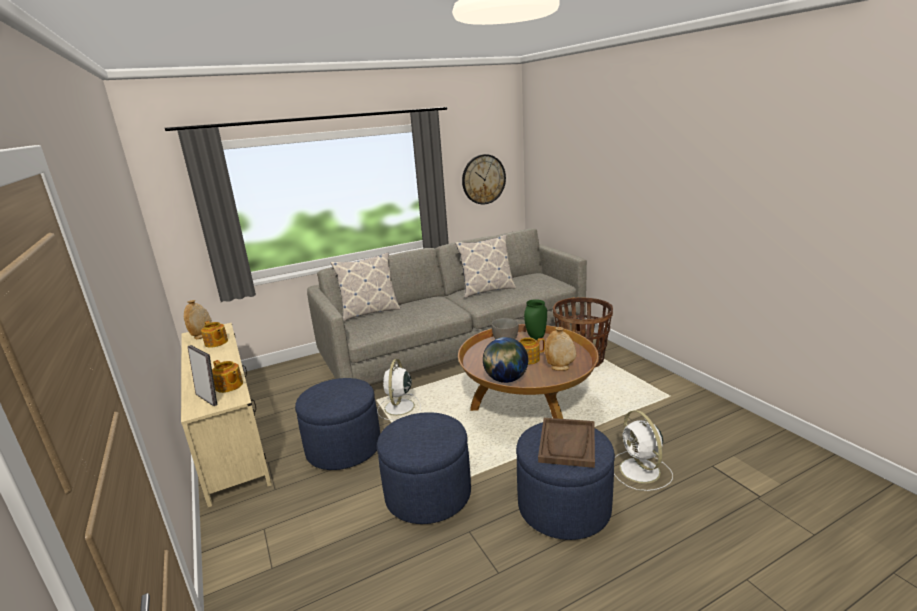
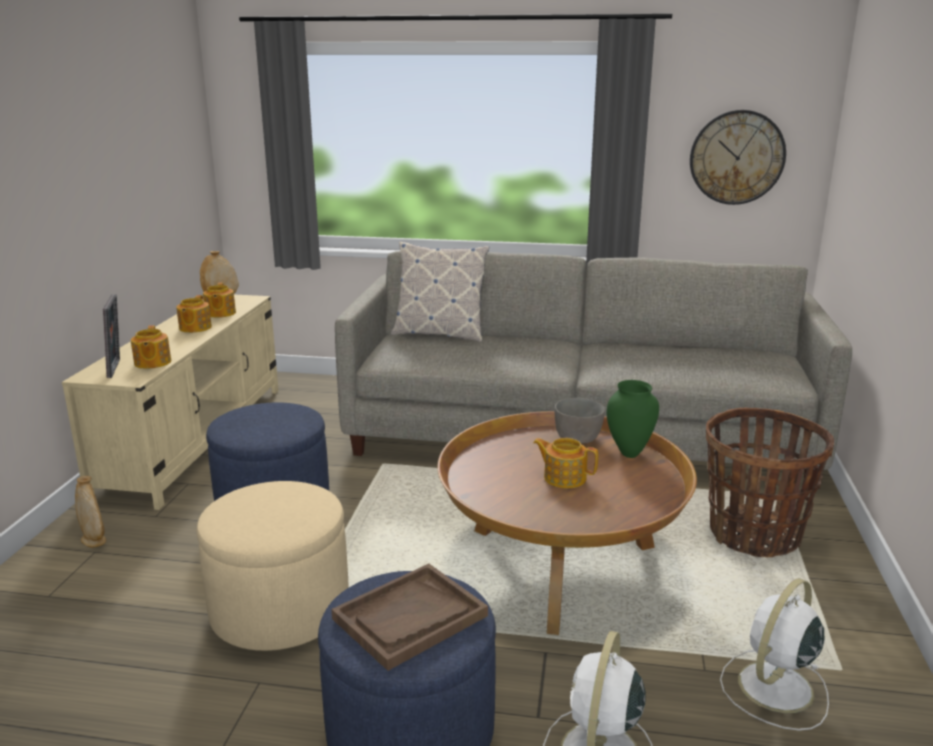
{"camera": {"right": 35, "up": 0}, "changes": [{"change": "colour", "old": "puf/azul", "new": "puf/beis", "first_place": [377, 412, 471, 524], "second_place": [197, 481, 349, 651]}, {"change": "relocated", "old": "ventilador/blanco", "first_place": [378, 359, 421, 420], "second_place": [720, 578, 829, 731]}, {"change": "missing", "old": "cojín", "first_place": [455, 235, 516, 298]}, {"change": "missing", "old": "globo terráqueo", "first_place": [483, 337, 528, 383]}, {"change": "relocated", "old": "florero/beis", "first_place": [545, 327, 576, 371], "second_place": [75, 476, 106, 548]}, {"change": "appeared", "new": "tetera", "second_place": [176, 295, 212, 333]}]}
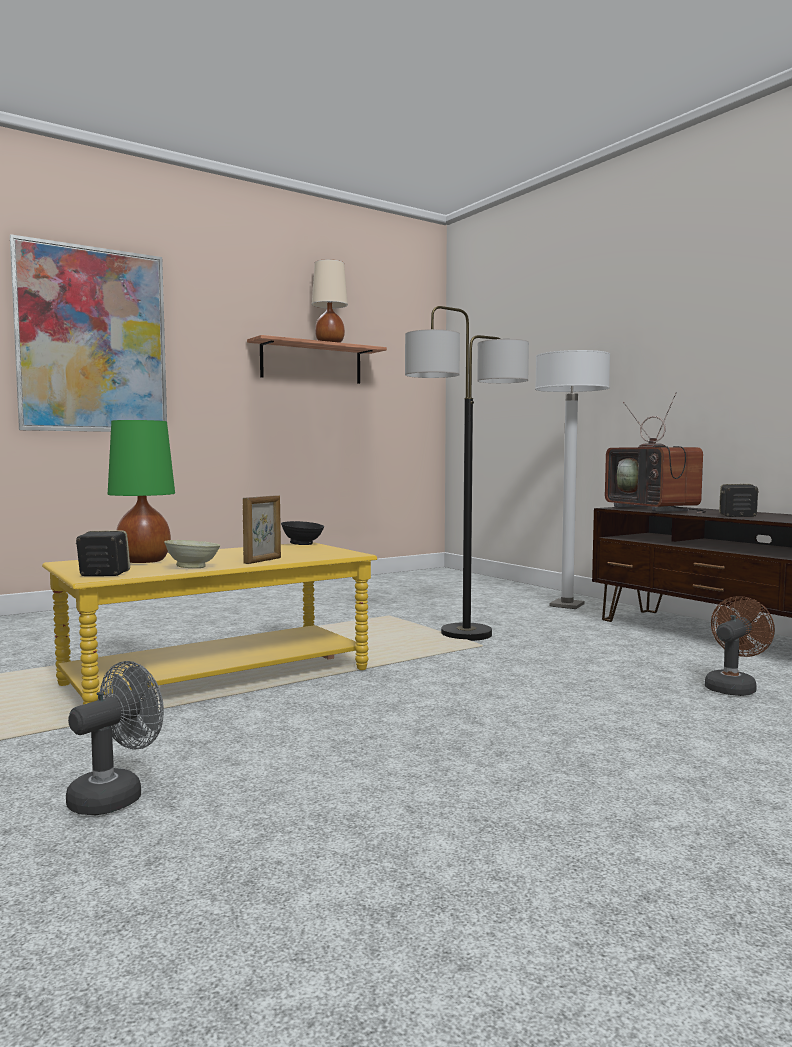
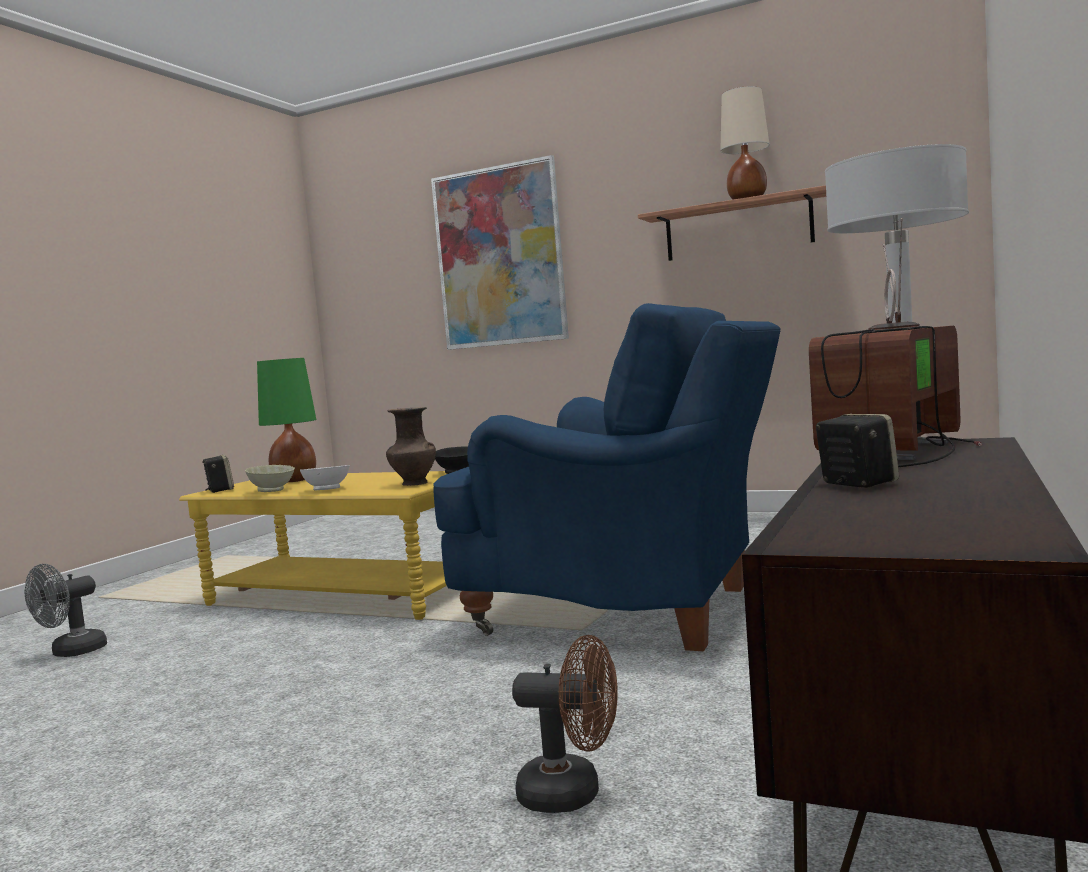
{"camera": {"right": 60, "up": 0}, "changes": [{"change": "spun", "old": "ventilador/gris", "first_place": [66, 661, 164, 815], "second_place": [25, 564, 107, 657], "degrees": 120}, {"change": "exchanged", "old": "portarretratos", "new": "cuenco/blanco", "first_place": [243, 495, 281, 564], "second_place": [300, 465, 350, 491]}, {"change": "exchanged", "old": "lámpara de pie", "new": "sillón/azul", "first_place": [405, 306, 529, 641], "second_place": [433, 303, 781, 651]}, {"change": "appeared", "new": "florero/marrón", "second_place": [386, 407, 436, 486]}]}
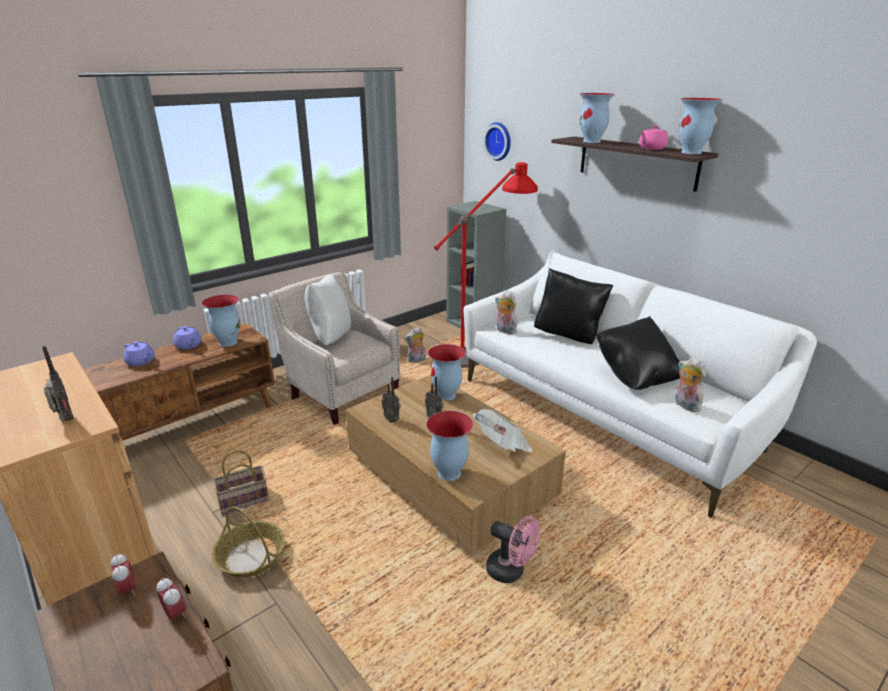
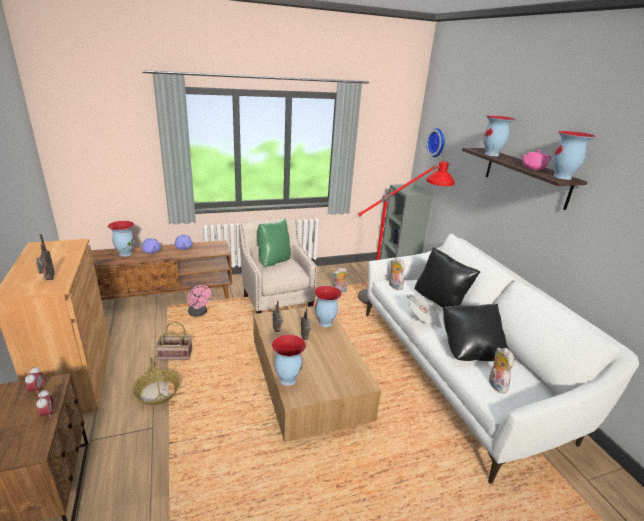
{"camera": {"right": 20, "up": 0}, "changes": [{"change": "relocated", "old": "florero", "first_place": [202, 294, 240, 347], "second_place": [108, 221, 135, 257]}, {"change": "colour", "old": "cojín/blanco", "new": "cojín/verde", "first_place": [305, 274, 351, 345], "second_place": [257, 219, 291, 267]}, {"change": "relocated", "old": "periódico", "first_place": [473, 409, 533, 452], "second_place": [407, 294, 442, 328]}, {"change": "relocated", "old": "ventilador/rosa", "first_place": [486, 516, 540, 583], "second_place": [187, 285, 212, 317]}]}
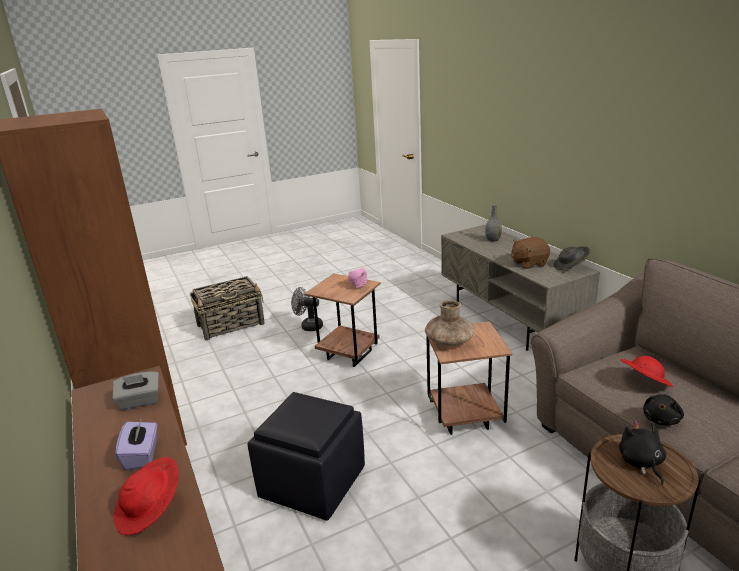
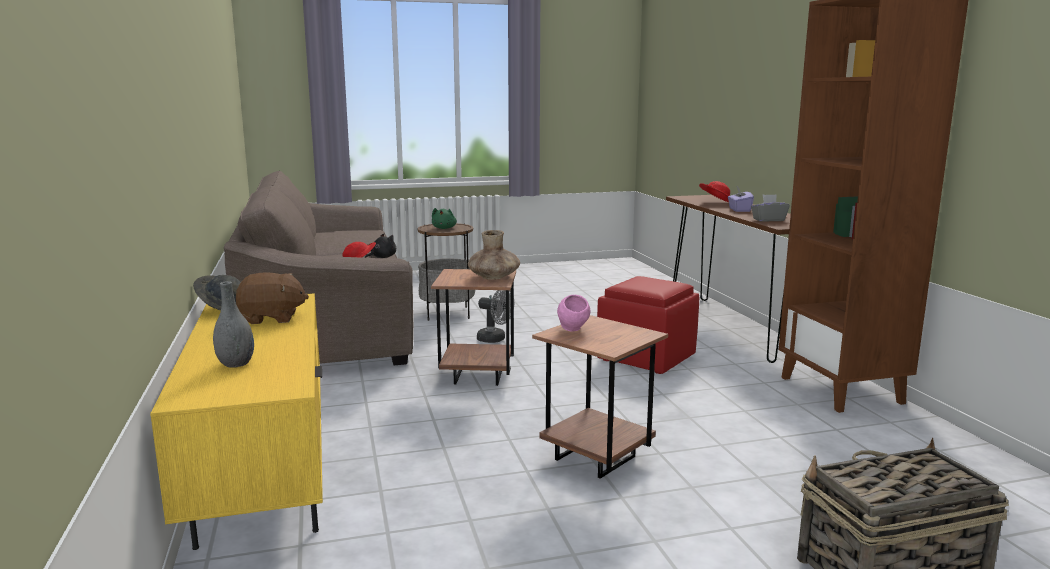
{"camera": {"right": -170, "up": -10}, "changes": [{"change": "colour", "old": "puf/negro", "new": "puf/rojo", "first_place": [248, 392, 365, 521], "second_place": [597, 276, 699, 374]}, {"change": "relocated", "old": "ventilador/gris", "first_place": [291, 287, 323, 331], "second_place": [477, 290, 511, 343]}, {"change": "colour", "old": "mueble de televisión/gris", "new": "mueble de televisión/amarillo", "first_place": [441, 225, 600, 351], "second_place": [150, 293, 323, 550]}, {"change": "colour", "old": "peluche/negro", "new": "peluche/verde", "first_place": [619, 421, 666, 485], "second_place": [432, 208, 457, 229]}]}
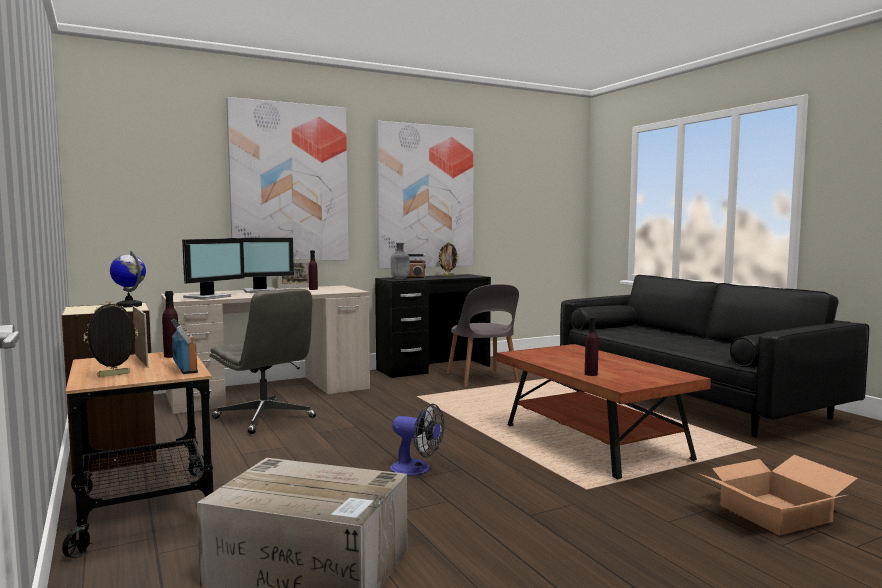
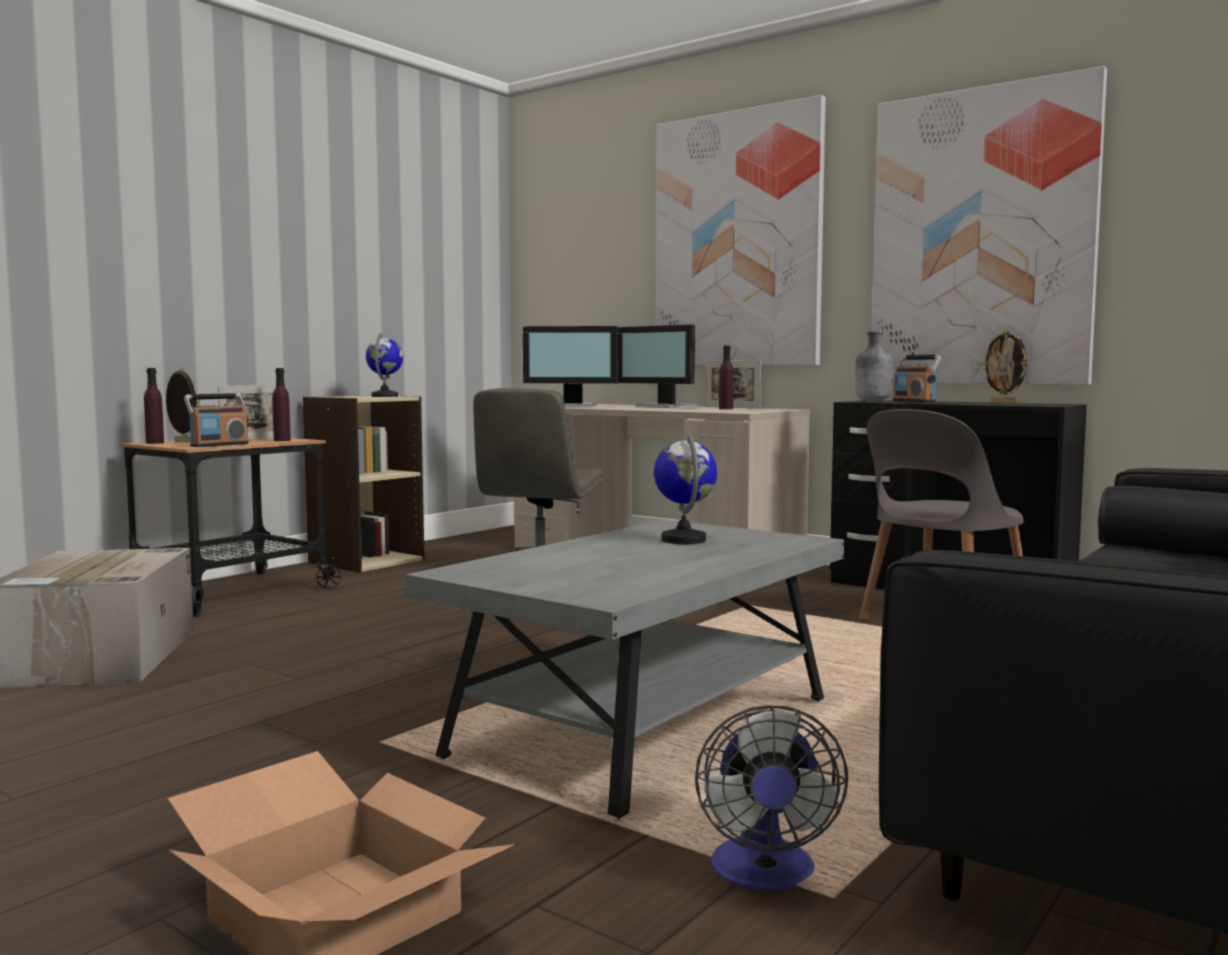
{"camera": {"right": 65, "up": 0}, "changes": [{"change": "relocated", "old": "ventilador", "first_place": [390, 404, 444, 476], "second_place": [695, 705, 848, 891]}, {"change": "colour", "old": "mesa de centro/marrón", "new": "mesa de centro/gris", "first_place": [497, 344, 711, 480], "second_place": [405, 520, 844, 821]}, {"change": "relocated", "old": "botella/morado", "first_place": [585, 317, 599, 376], "second_place": [144, 368, 164, 444]}, {"change": "appeared", "new": "globo terráqueo", "second_place": [654, 433, 717, 544]}]}
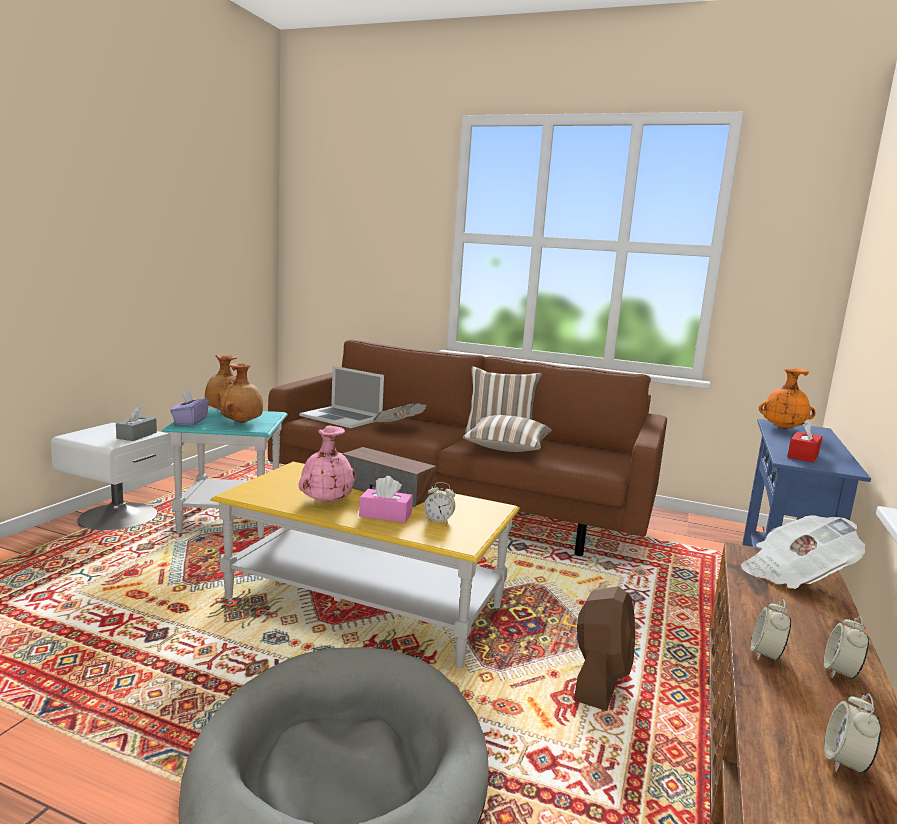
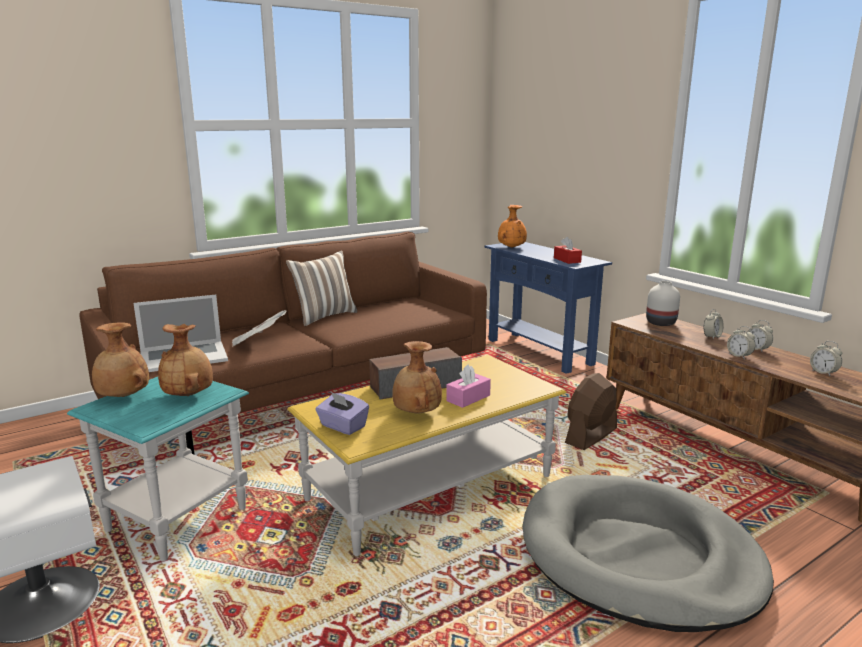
{"camera": {"right": -55, "up": 5}, "changes": [{"change": "missing", "old": "caja de pañuelos/gris", "first_place": [116, 406, 157, 441]}, {"change": "relocated", "old": "caja de pañuelos/morado", "first_place": [170, 391, 209, 426], "second_place": [315, 392, 369, 435]}, {"change": "colour", "old": "florero/rosa", "new": "florero/marrón", "first_place": [299, 426, 356, 502], "second_place": [392, 341, 442, 414]}, {"change": "relocated", "old": "despertador", "first_place": [424, 482, 455, 524], "second_place": [704, 309, 724, 339]}, {"change": "missing", "old": "cojín", "first_place": [463, 415, 552, 452]}, {"change": "spun", "old": "ventilador/marrón", "first_place": [574, 586, 635, 711], "second_place": [565, 373, 617, 450], "degrees": -105}, {"change": "exchanged", "old": "periódico", "new": "florero/blanco", "first_place": [741, 515, 866, 589], "second_place": [646, 281, 680, 326]}]}
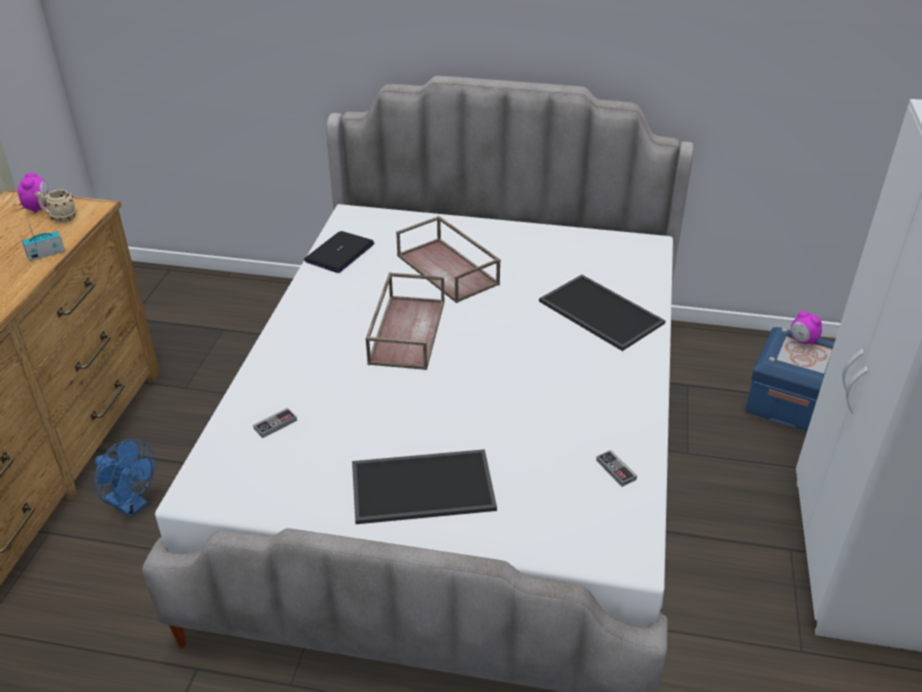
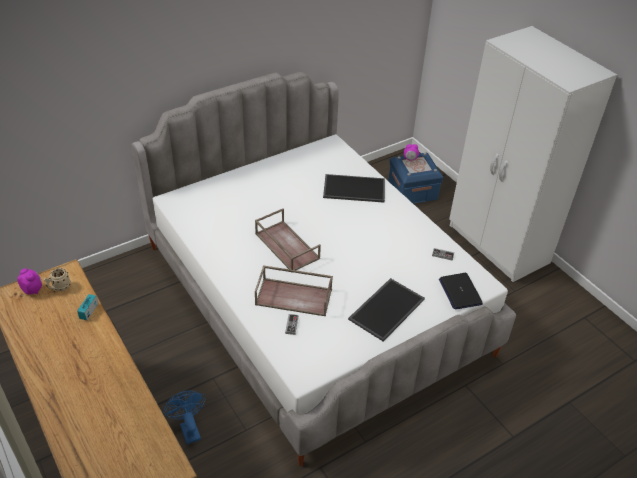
{"camera": {"right": -45, "up": 5}, "changes": [{"change": "spun", "old": "ventilador/azul", "first_place": [94, 439, 155, 518], "second_place": [163, 391, 206, 444], "degrees": -105}, {"change": "relocated", "old": "portátil", "first_place": [304, 231, 375, 273], "second_place": [439, 273, 483, 310]}, {"change": "relocated", "old": "bandeja/marrón", "first_place": [396, 216, 501, 303], "second_place": [255, 265, 333, 316]}]}
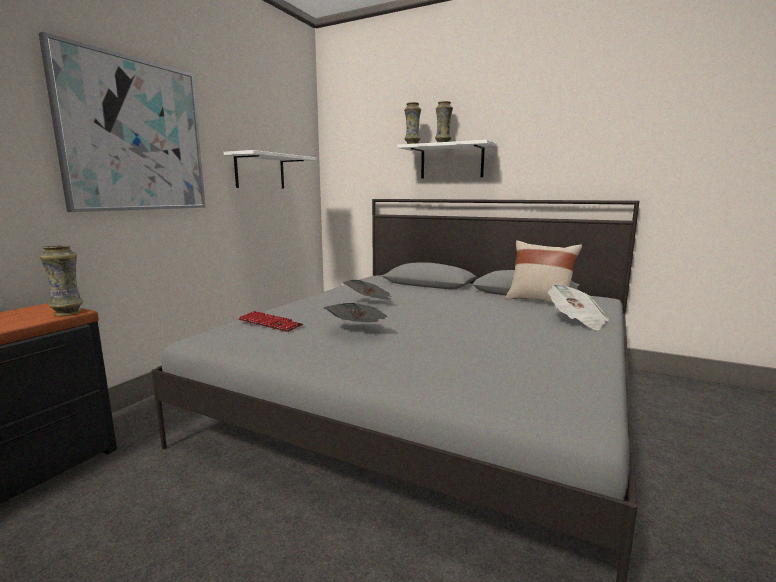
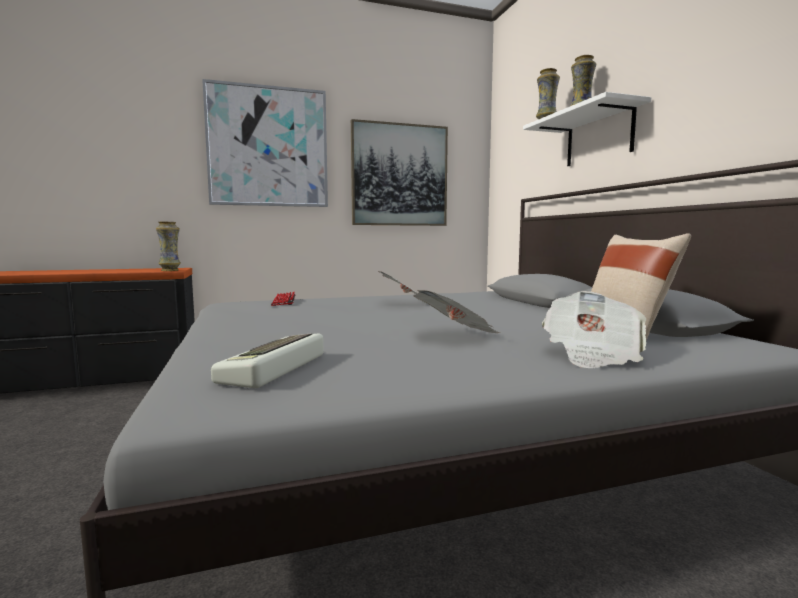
{"camera": {"right": 45, "up": -5}, "changes": [{"change": "exchanged", "old": "estante/blanco", "new": "cuadro", "first_place": [224, 150, 316, 189], "second_place": [351, 119, 448, 226]}, {"change": "relocated", "old": "periódico", "first_place": [324, 303, 387, 322], "second_place": [414, 290, 500, 333]}, {"change": "appeared", "new": "teclado", "second_place": [211, 333, 324, 388]}]}
